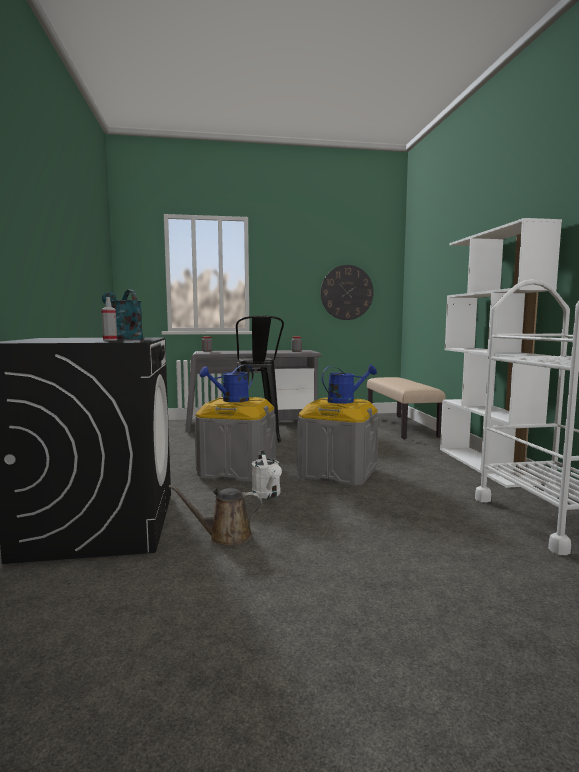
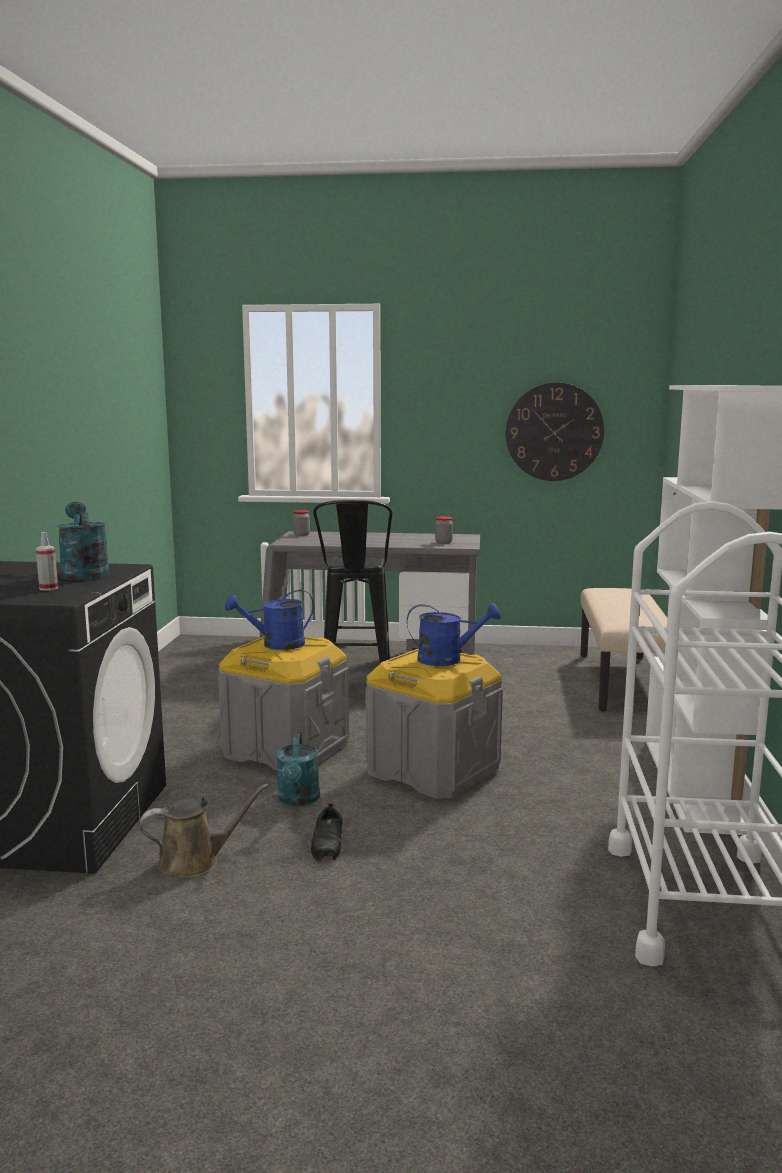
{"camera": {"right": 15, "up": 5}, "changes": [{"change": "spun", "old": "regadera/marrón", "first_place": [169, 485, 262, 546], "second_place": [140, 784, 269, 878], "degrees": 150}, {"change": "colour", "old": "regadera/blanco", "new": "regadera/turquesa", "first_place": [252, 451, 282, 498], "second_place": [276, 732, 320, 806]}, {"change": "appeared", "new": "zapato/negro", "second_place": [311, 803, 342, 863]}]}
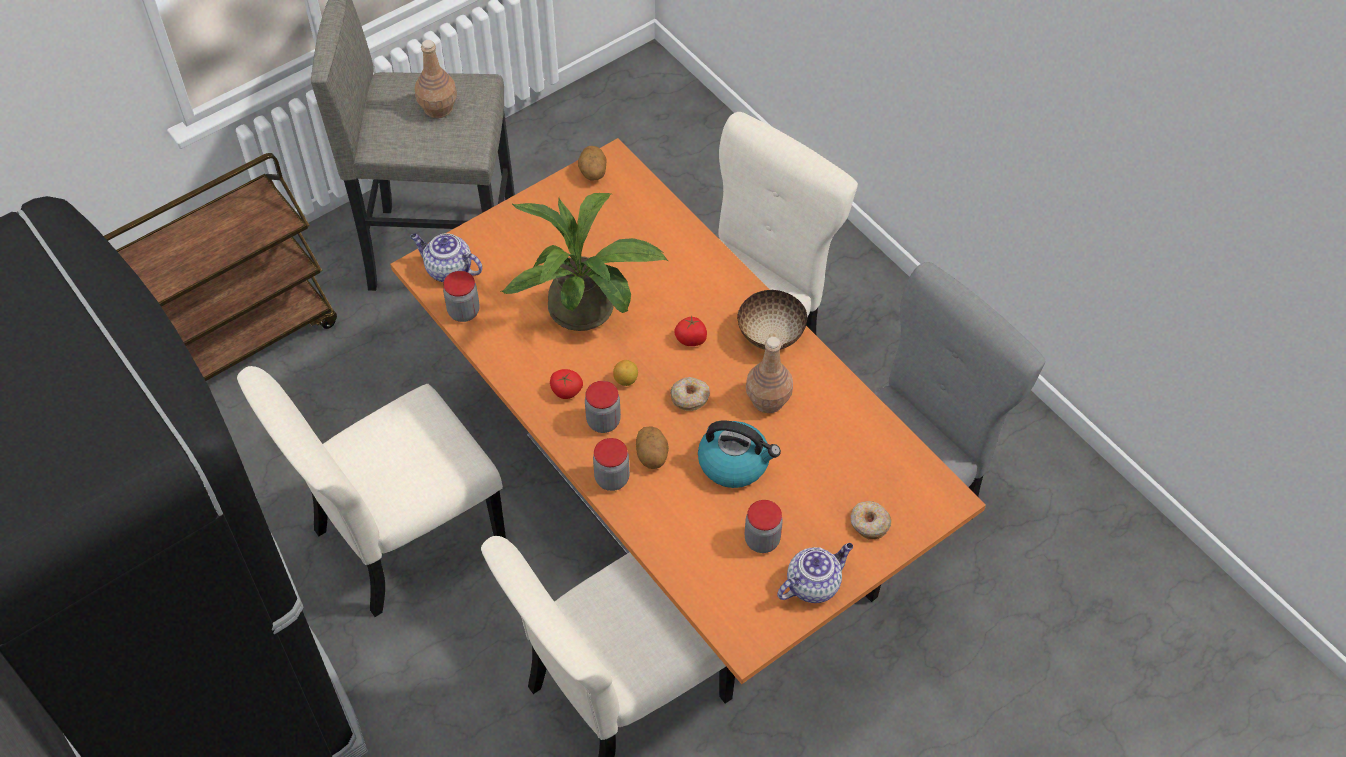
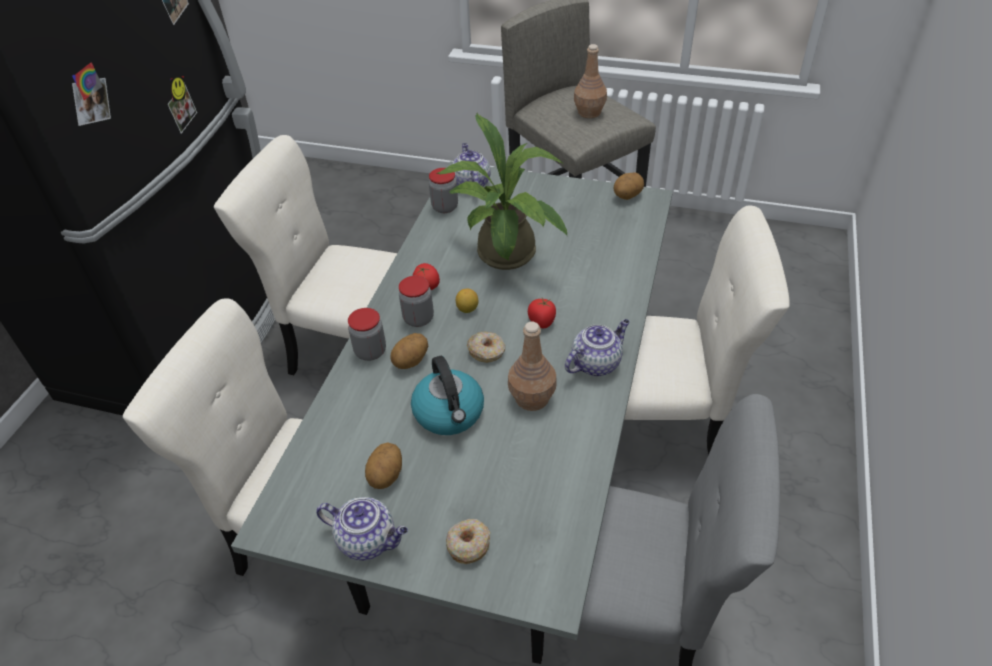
{"camera": {"right": 55, "up": -10}, "changes": [{"change": "missing", "old": "carrito/marrón", "first_place": [104, 153, 337, 381]}, {"change": "colour", "old": "mesa de comedor/naranja", "new": "mesa de comedor/gris", "first_place": [390, 138, 986, 684], "second_place": [231, 162, 673, 640]}, {"change": "exchanged", "old": "cuenco", "new": "tetera", "first_place": [737, 290, 807, 350], "second_place": [565, 319, 630, 376]}, {"change": "exchanged", "old": "tarro", "new": "patata", "first_place": [745, 500, 783, 553], "second_place": [365, 443, 402, 489]}]}
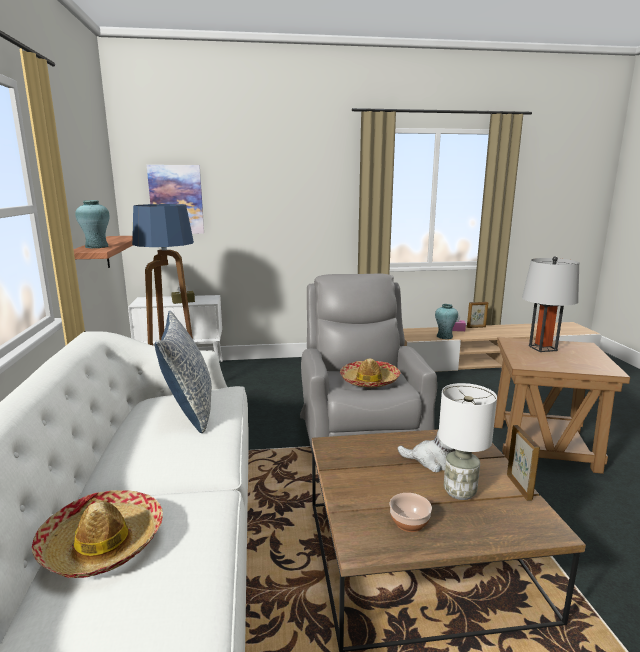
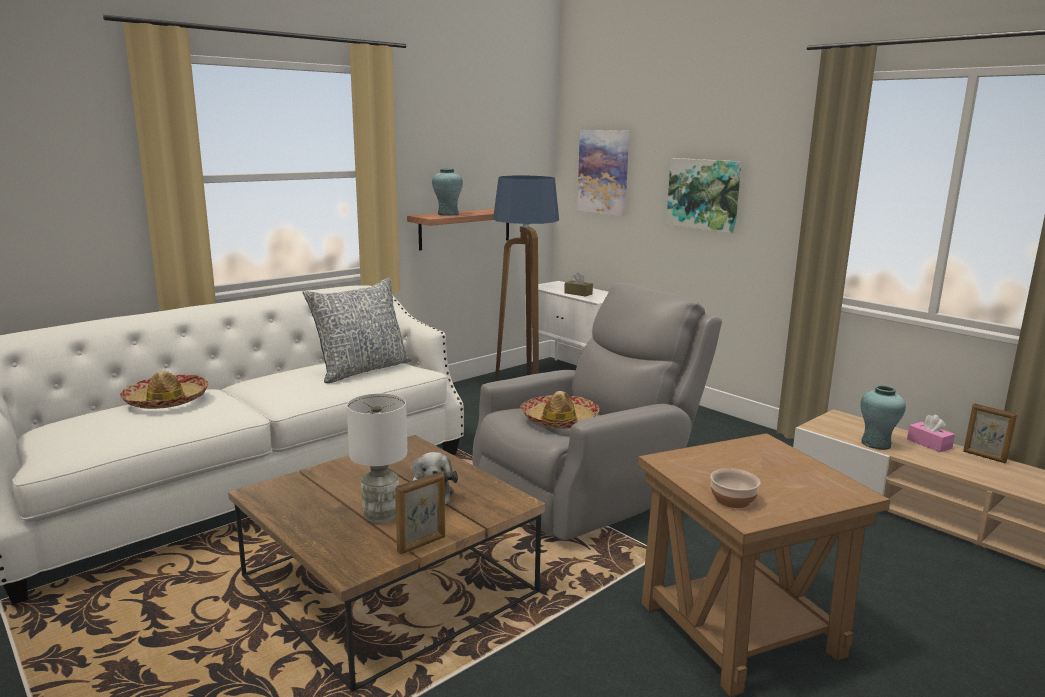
{"camera": {"right": 55, "up": 0}, "changes": [{"change": "relocated", "old": "cuenco", "first_place": [389, 493, 432, 532], "second_place": [710, 468, 761, 508]}, {"change": "missing", "old": "lámpara de mesa/gris", "first_place": [522, 256, 579, 352]}, {"change": "appeared", "new": "cuadro", "second_place": [666, 158, 742, 233]}]}
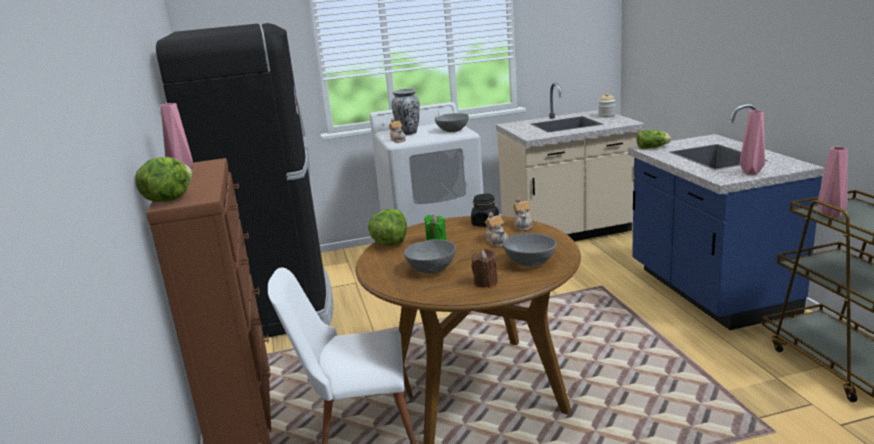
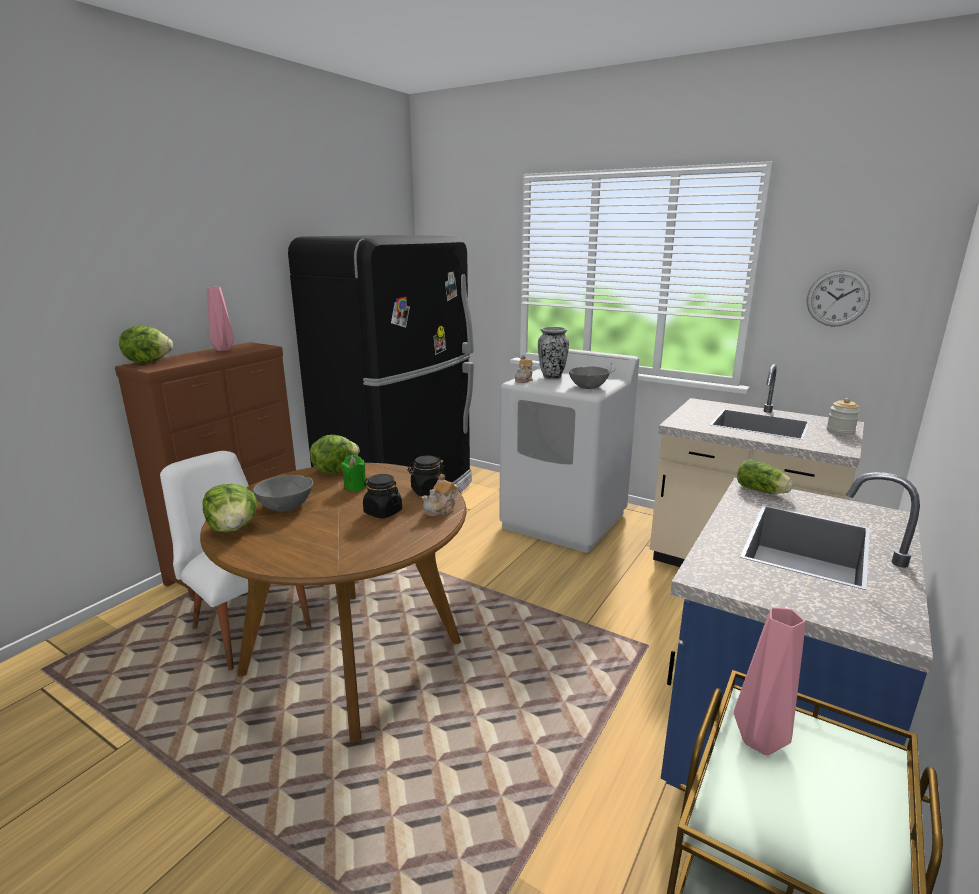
{"camera": {"right": 45, "up": 0}, "changes": [{"change": "missing", "old": "vela/marrón", "first_place": [471, 249, 498, 287]}, {"change": "exchanged", "old": "tetera", "new": "tarro/negro", "first_place": [484, 212, 508, 247], "second_place": [363, 474, 402, 519]}, {"change": "missing", "old": "cuenco/gris", "first_place": [503, 233, 557, 266]}, {"change": "missing", "old": "florero/rosa", "first_place": [740, 110, 765, 175]}, {"change": "appeared", "new": "lechuga", "second_place": [202, 484, 257, 533]}, {"change": "appeared", "new": "reloj de pared", "second_place": [807, 270, 870, 327]}]}
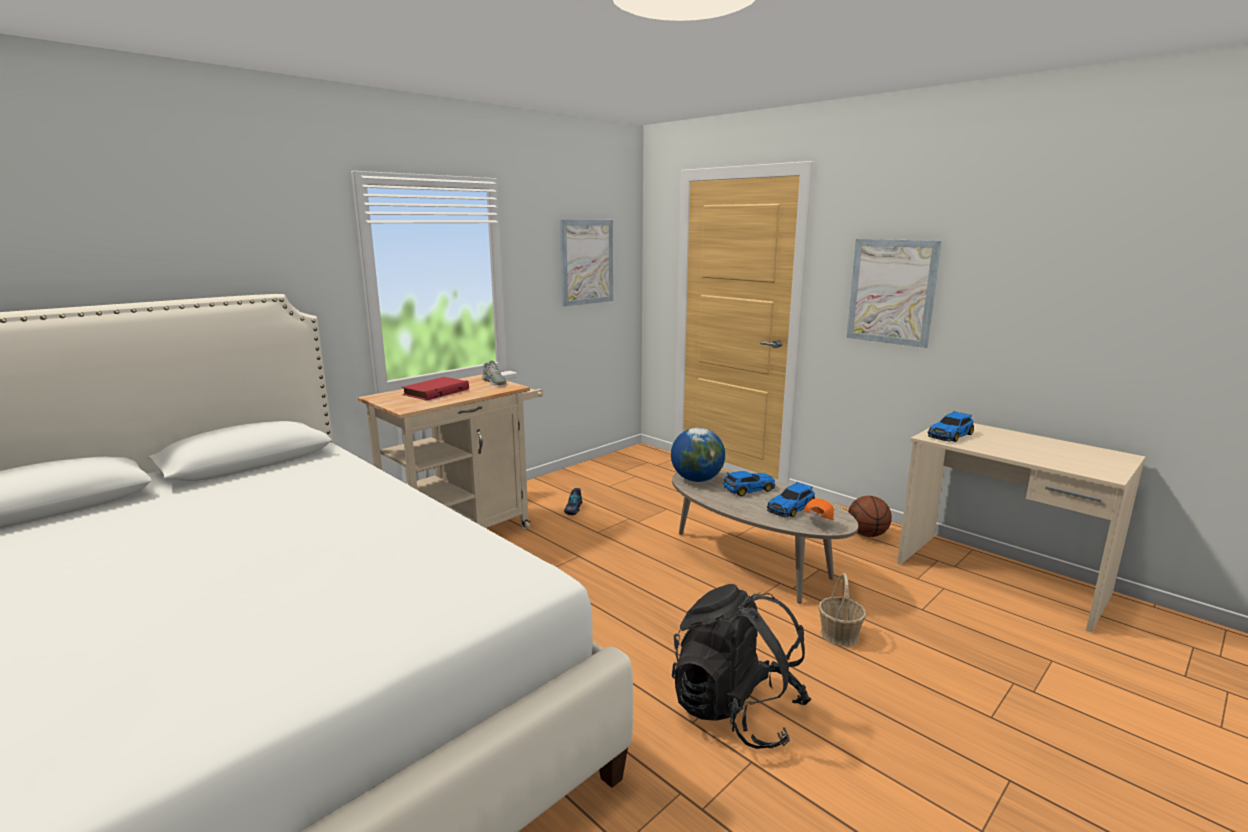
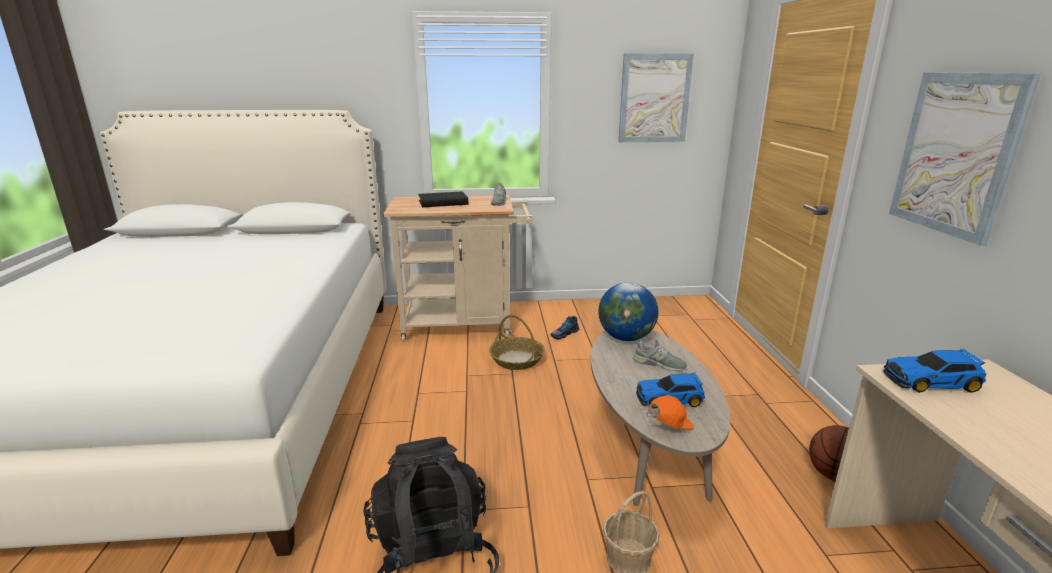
{"camera": {"right": 40, "up": 5}, "changes": [{"change": "colour", "old": "libro/rojo", "new": "libro/negro", "first_place": [402, 377, 469, 401], "second_place": [418, 191, 468, 207]}, {"change": "exchanged", "old": "coche de juguete", "new": "zapato/gris", "first_place": [723, 471, 775, 497], "second_place": [633, 339, 687, 371]}, {"change": "appeared", "new": "cesta", "second_place": [489, 315, 545, 370]}]}
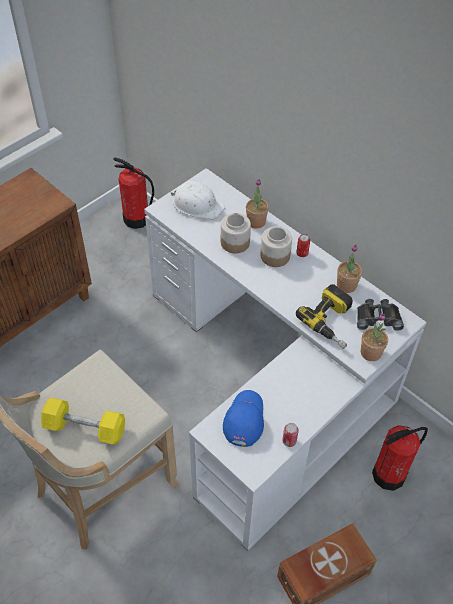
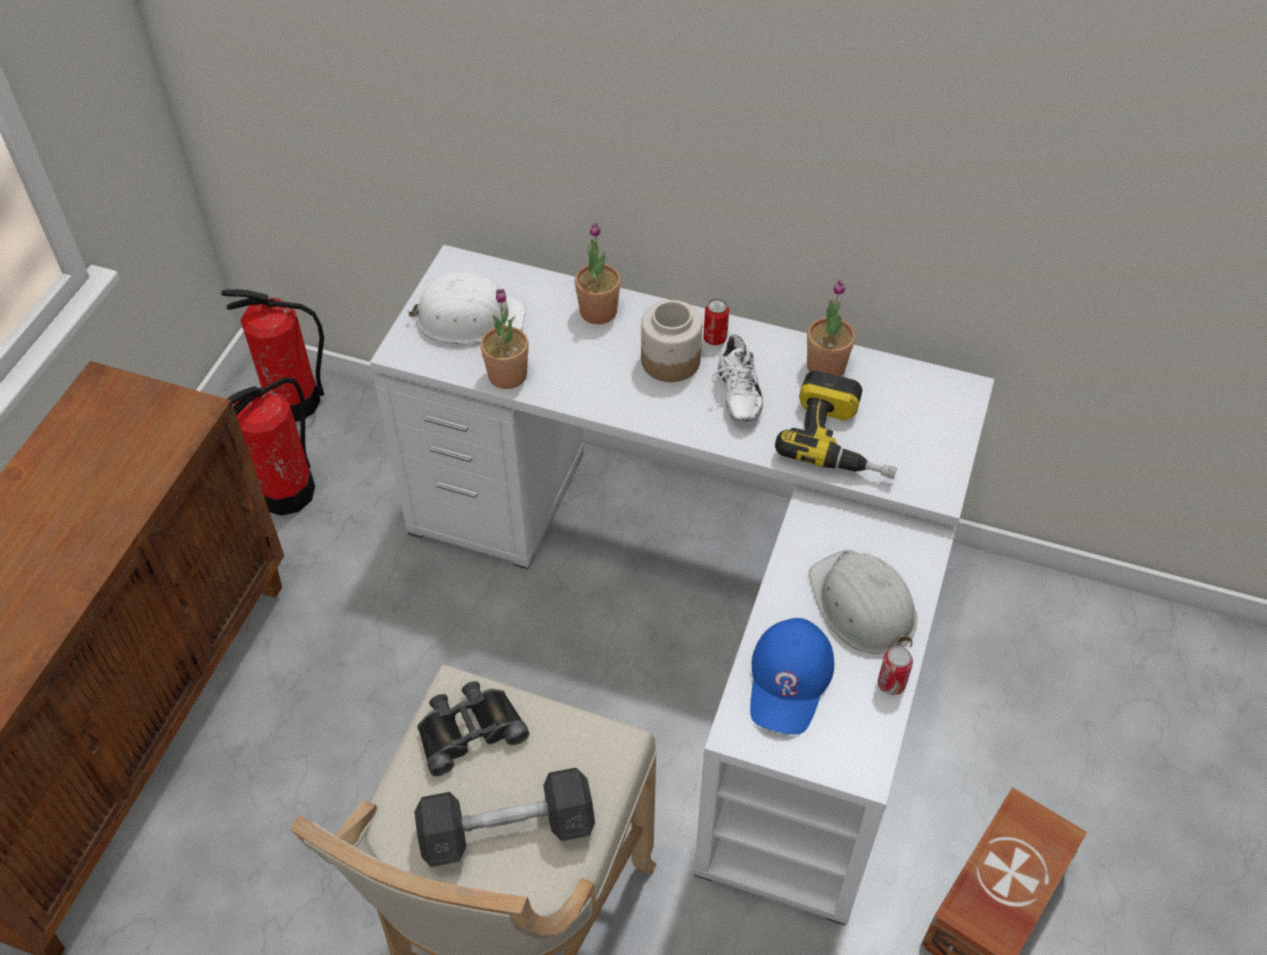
{"camera": {"right": -25, "up": 0}, "changes": [{"change": "colour", "old": "mancuerna/amarillo", "new": "mancuerna/gris", "first_place": [41, 398, 125, 444], "second_place": [414, 768, 595, 867]}, {"change": "missing", "old": "tarro", "first_place": [221, 213, 251, 253]}, {"change": "spun", "old": "gorra/azul", "first_place": [223, 390, 264, 447], "second_place": [750, 618, 834, 735], "degrees": -150}, {"change": "relocated", "old": "prismáticos/negro", "first_place": [357, 299, 404, 331], "second_place": [417, 681, 530, 776]}, {"change": "relocated", "old": "planta en maceta", "first_place": [361, 313, 388, 361], "second_place": [480, 289, 529, 389]}, {"change": "relocated", "old": "extintor", "first_place": [372, 425, 428, 491], "second_place": [227, 378, 315, 516]}, {"change": "appeared", "new": "zapato/blanco", "second_place": [711, 335, 763, 421]}, {"change": "appeared", "new": "casco/blanco", "second_place": [809, 550, 917, 654]}]}
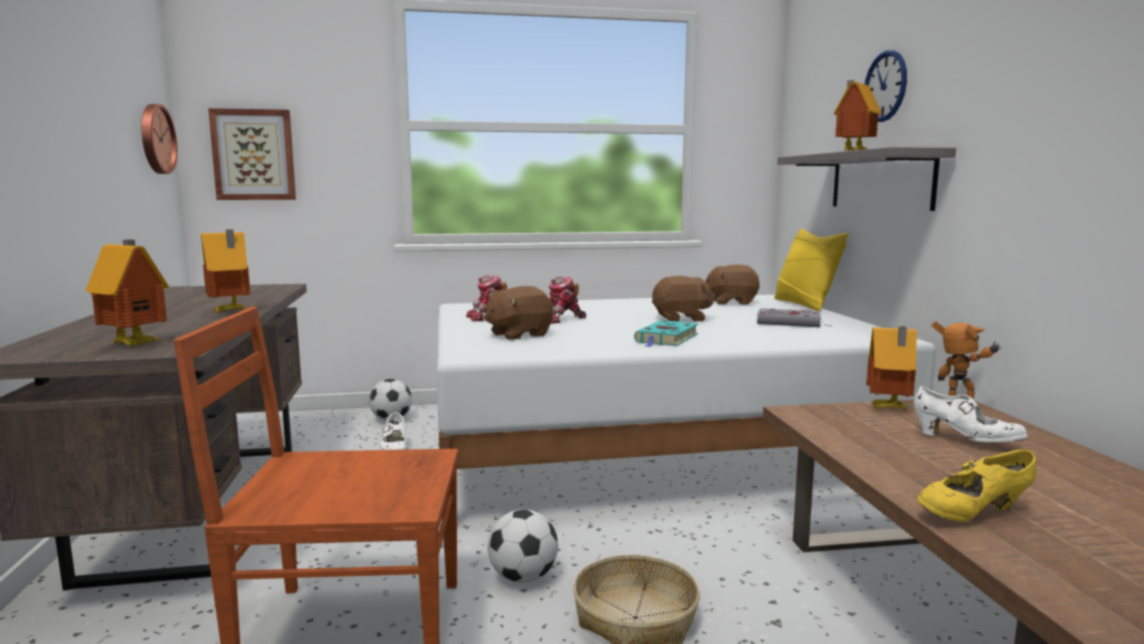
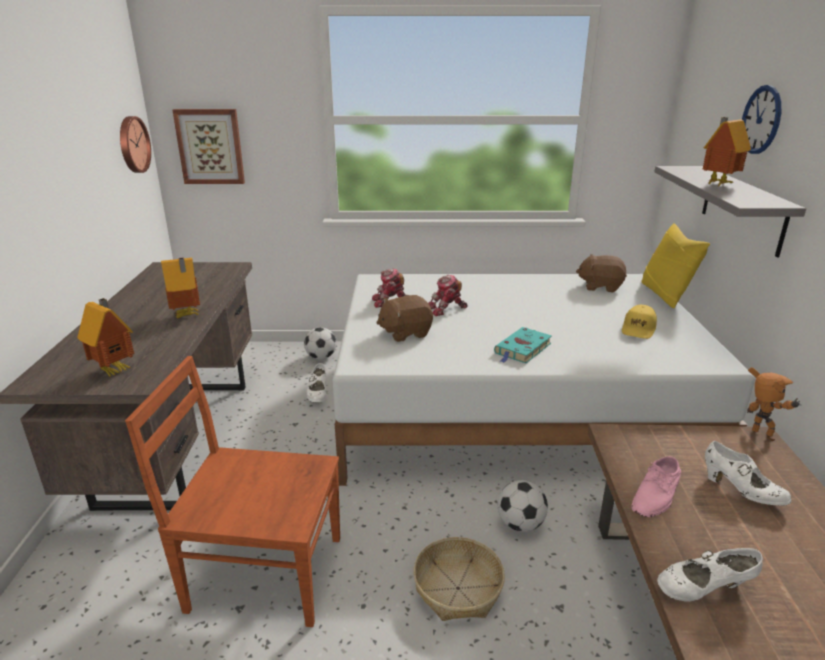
{"camera": {"right": 10, "up": 15}, "changes": [{"change": "relocated", "old": "balón de fútbol", "first_place": [488, 509, 558, 583], "second_place": [498, 480, 548, 532]}, {"change": "missing", "old": "peluche/marrón", "first_place": [652, 276, 715, 322]}, {"change": "exchanged", "old": "libro/gris", "new": "gorra/amarillo", "first_place": [757, 308, 830, 327], "second_place": [622, 305, 657, 339]}, {"change": "missing", "old": "casita", "first_place": [866, 326, 917, 411]}, {"change": "colour", "old": "zapato/amarillo", "new": "zapato/blanco", "first_place": [917, 449, 1036, 522], "second_place": [657, 548, 763, 602]}, {"change": "appeared", "new": "zapato/rosa", "second_place": [632, 456, 681, 517]}]}
